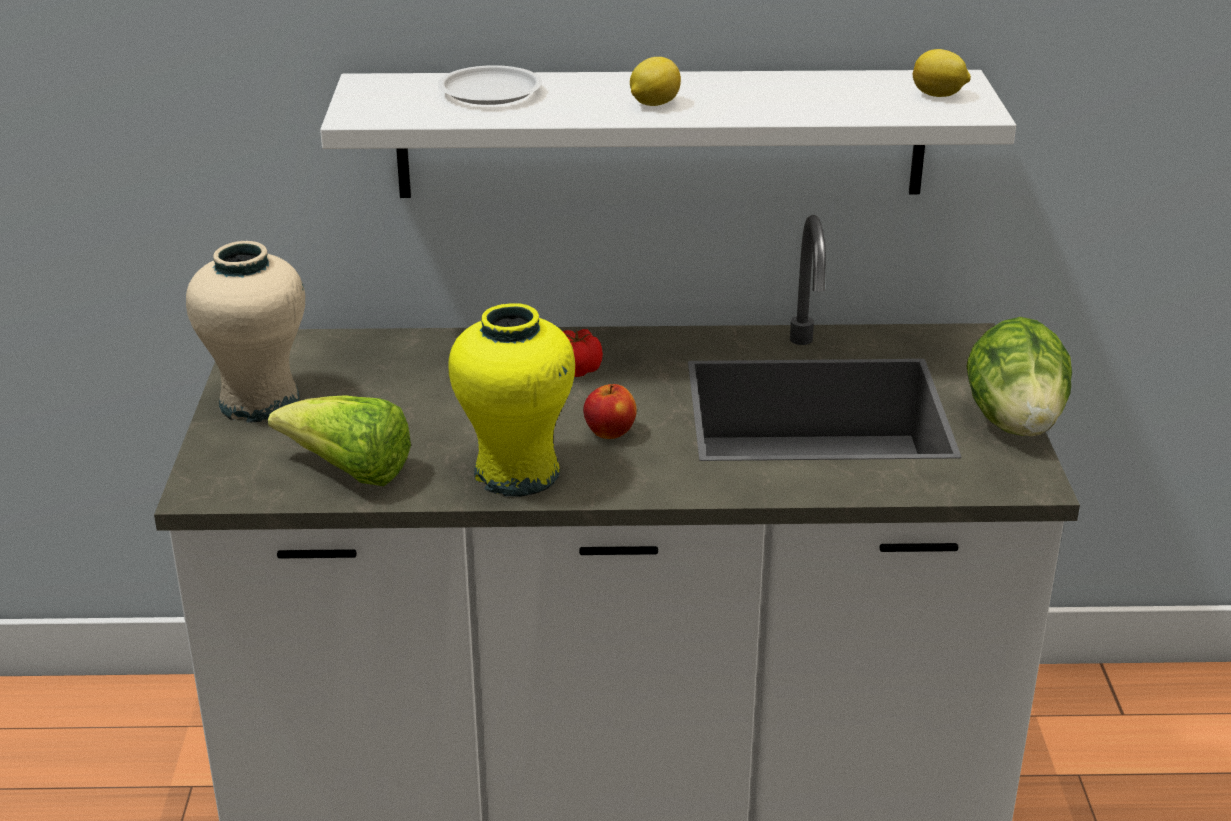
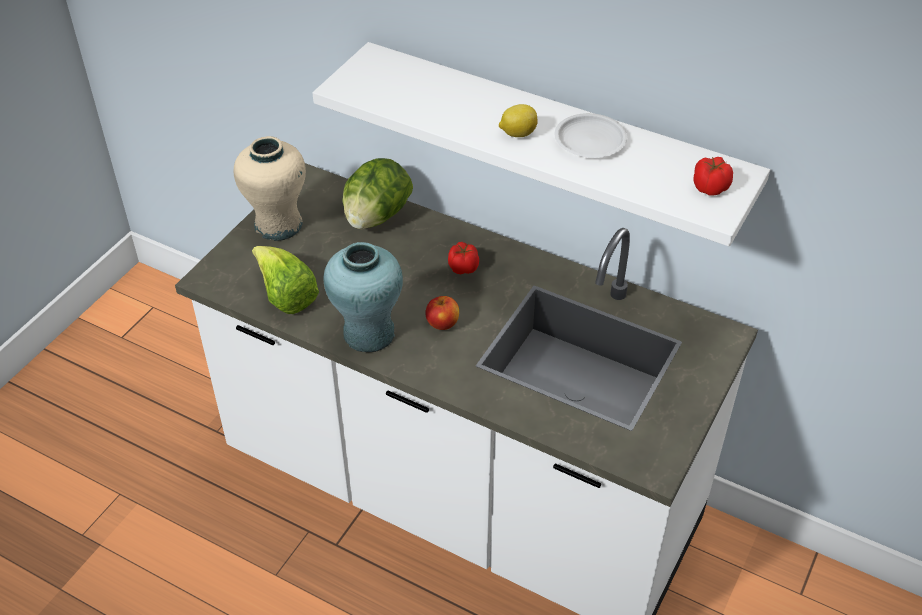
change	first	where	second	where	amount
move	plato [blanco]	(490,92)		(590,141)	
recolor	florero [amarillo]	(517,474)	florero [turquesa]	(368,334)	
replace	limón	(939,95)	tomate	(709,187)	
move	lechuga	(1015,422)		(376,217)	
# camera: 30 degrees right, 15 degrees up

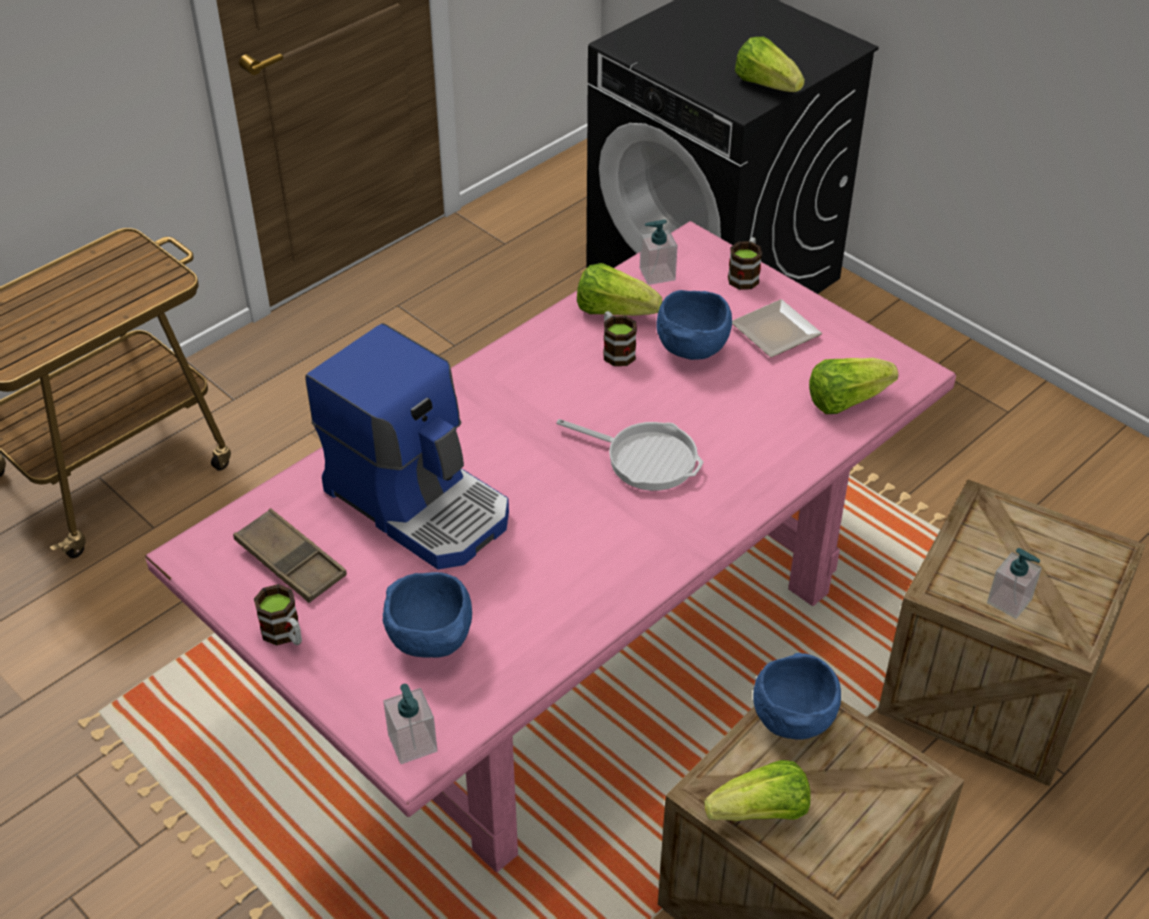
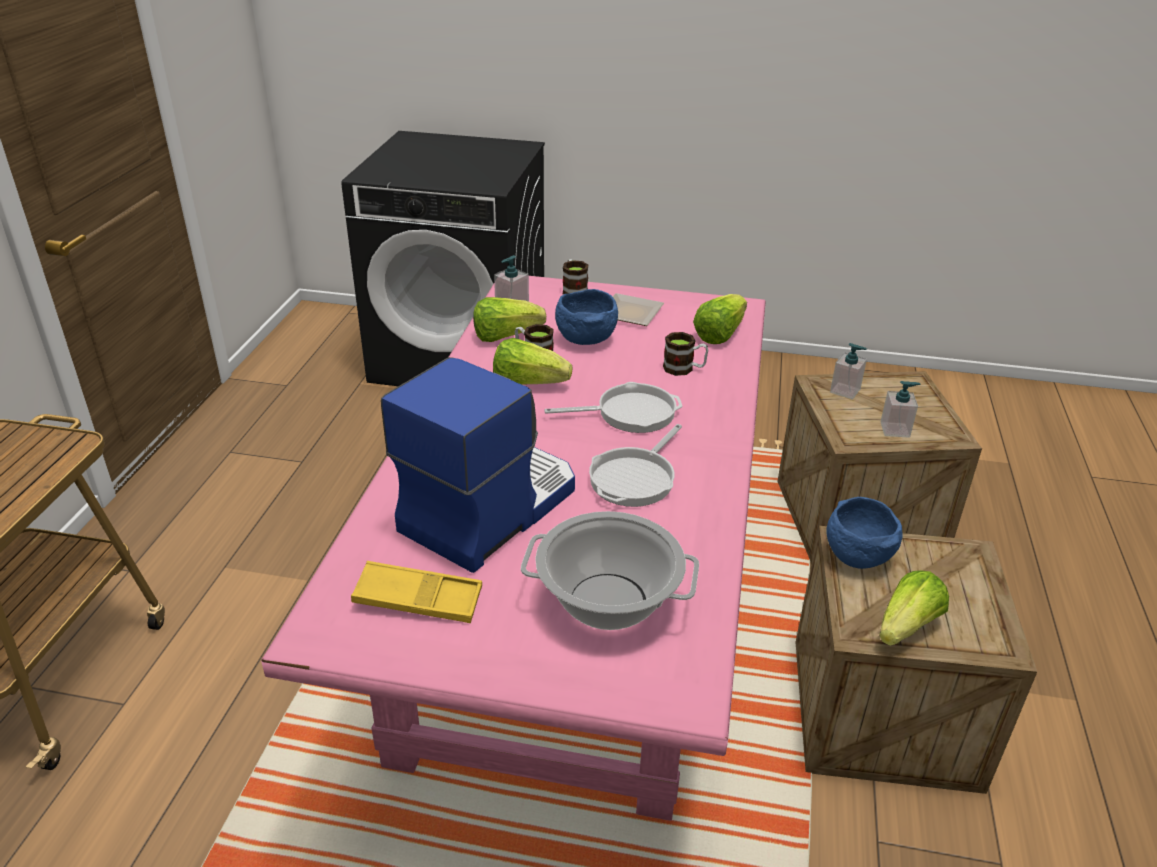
change	first	where	second	where	amount
recolor	bandeja [marrón]	(291,561)	bandeja [amarillo]	(418,599)	
move	taza grande	(285,634)		(684,369)	
rotate	cafetera	(420,502)		(488,508)	60 degrees counterclockwise
replace	cuenco [azul]	(433,641)	olla	(609,601)	
move	dispensador de jabón	(412,743)		(845,391)	
move	lechuga	(766,85)		(528,383)	
insert			sartén	(635,478)	
# camera: 35 degrees left, 10 degrees down

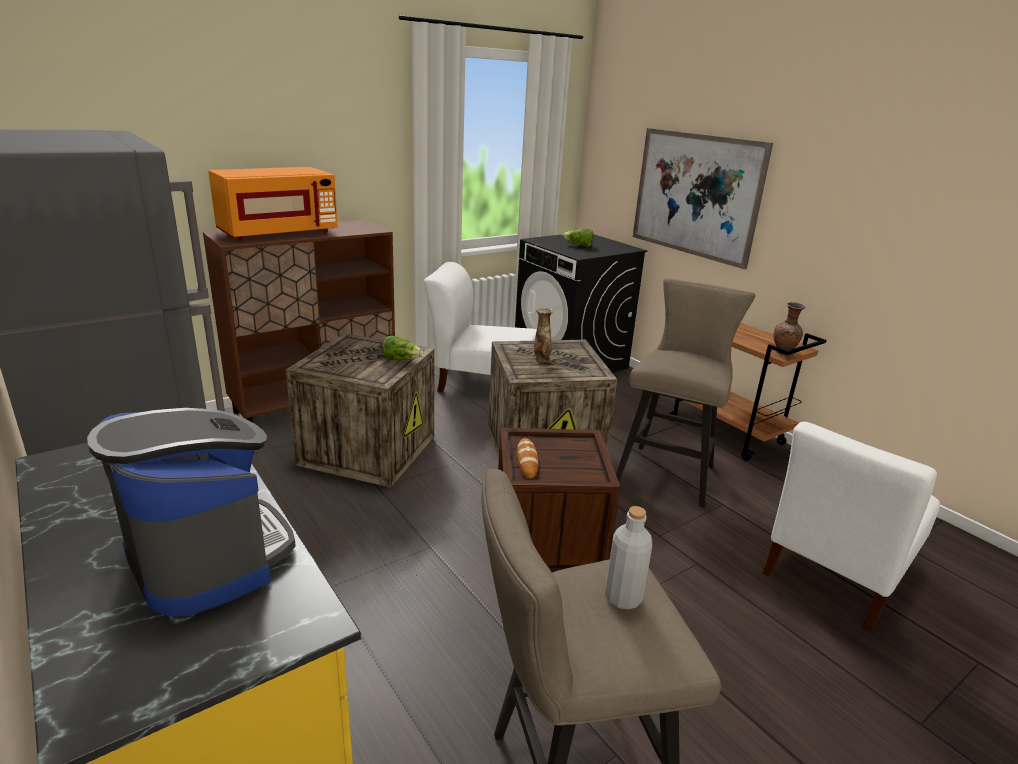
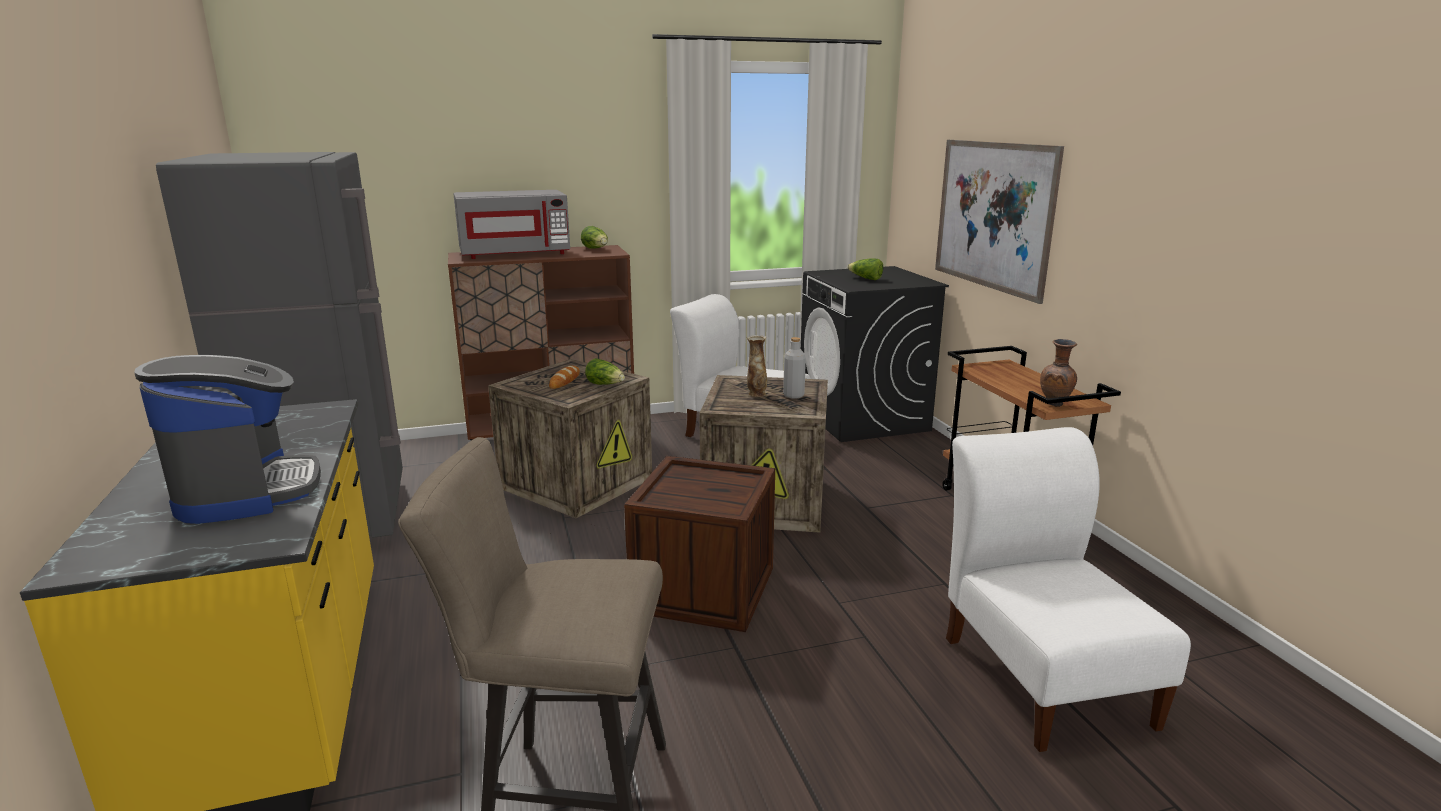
change	first	where	second	where	amount
recolor	microondas [naranja]	(278,233)	microondas [gris]	(515,254)	
move	pan	(527,460)		(565,380)	
move	botella [gris]	(623,598)		(793,395)	
delete	taburete [beis]	(669,471)			
rotate	silla [blanco]	(835,572)		(1041,675)	105 degrees clockwise
insert			lechuga	(596,249)	
# camera: 20 degrees right, 5 degrees down

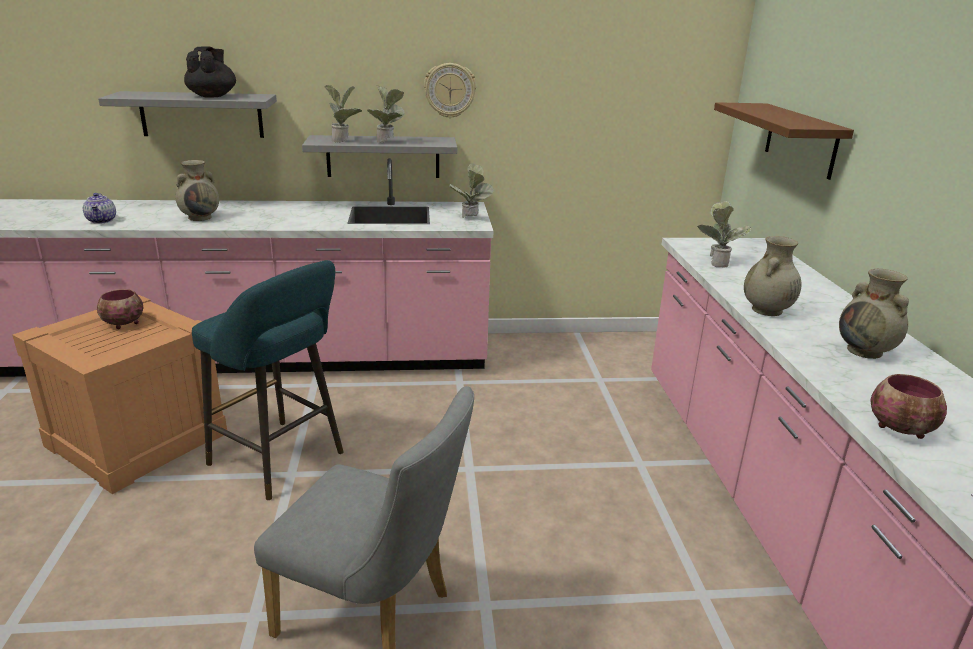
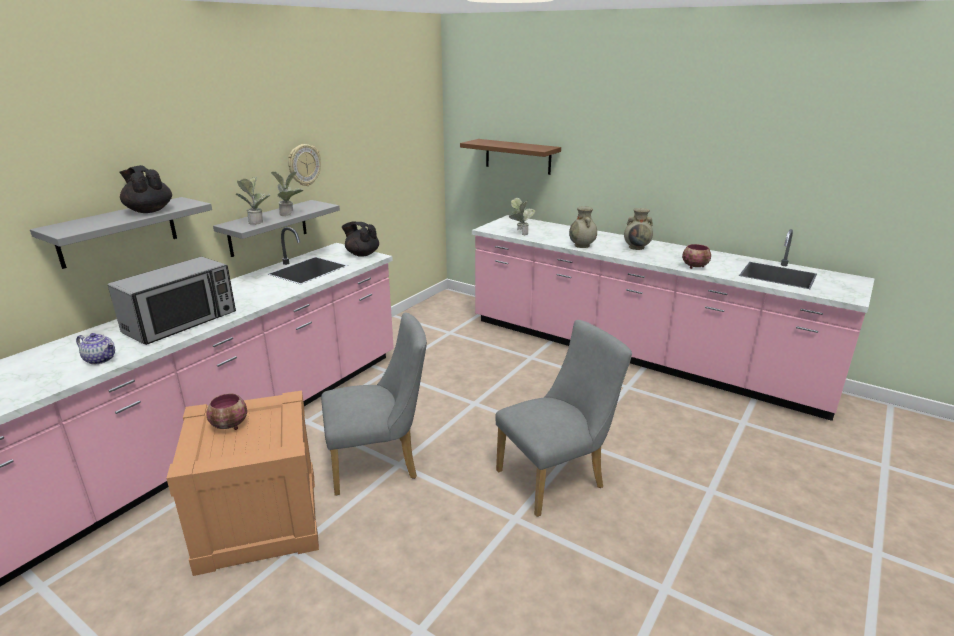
change	first	where	second	where	amount
replace	florero [beis]	(200,217)	microondas	(181,322)	
replace	taburete [turquesa]	(281,461)	silla [gris]	(380,463)	
replace	planta en maceta	(471,219)	tetera [negro]	(362,254)	
# camera: 50 degrees left, 0 degrees up

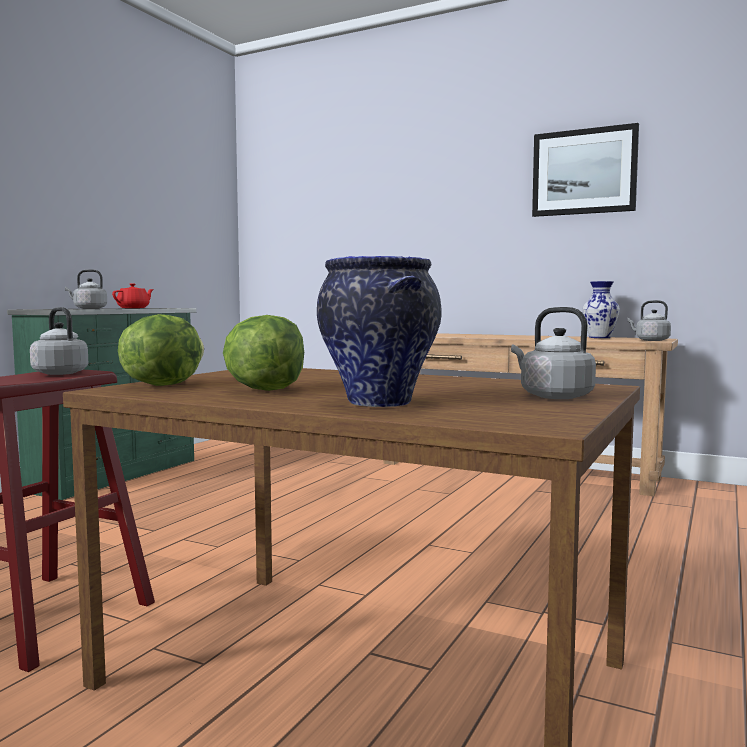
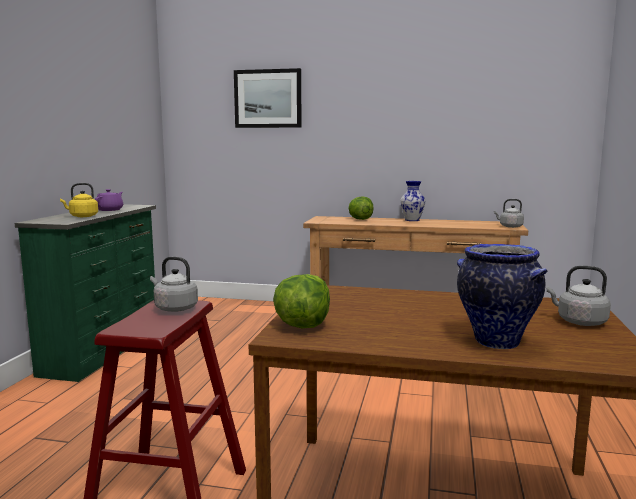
change	first	where	second	where	amount
recolor	hervidor [gris]	(88,308)	hervidor [amarillo]	(82,216)	
recolor	tetera [rojo]	(134,308)	tetera [morado]	(110,210)	
move	lechuga	(265,390)		(360,219)	
move	cuadro	(584,172)		(268,98)	
move	florero	(599,337)		(411,220)	
# camera: 15 degrees left, 5 degrees up

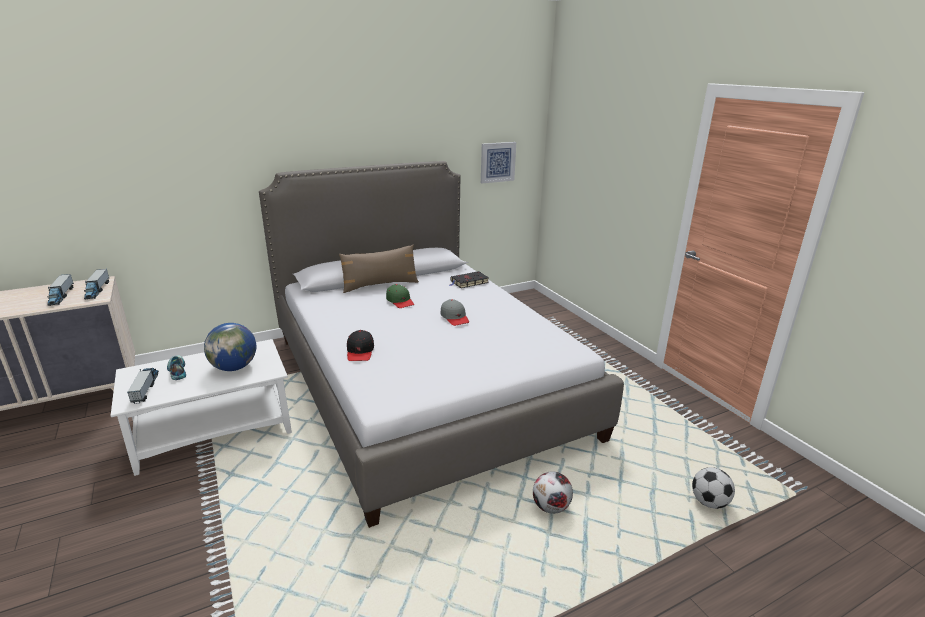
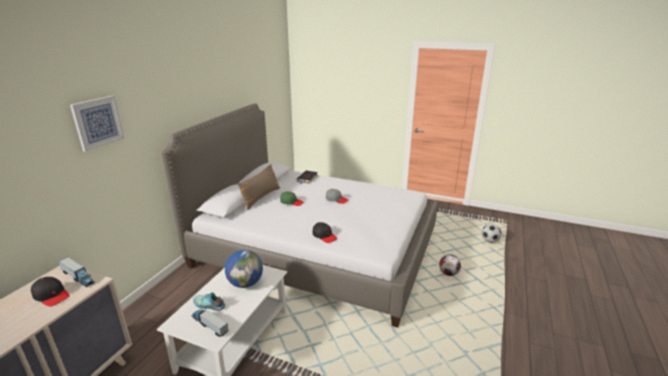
change	first	where	second	where	amount
replace	camión de juguete	(61,296)	gorra [negro]	(51,295)	
move	cuadro	(497,162)		(97,122)	
# camera: 40 degrees left, 0 degrees up

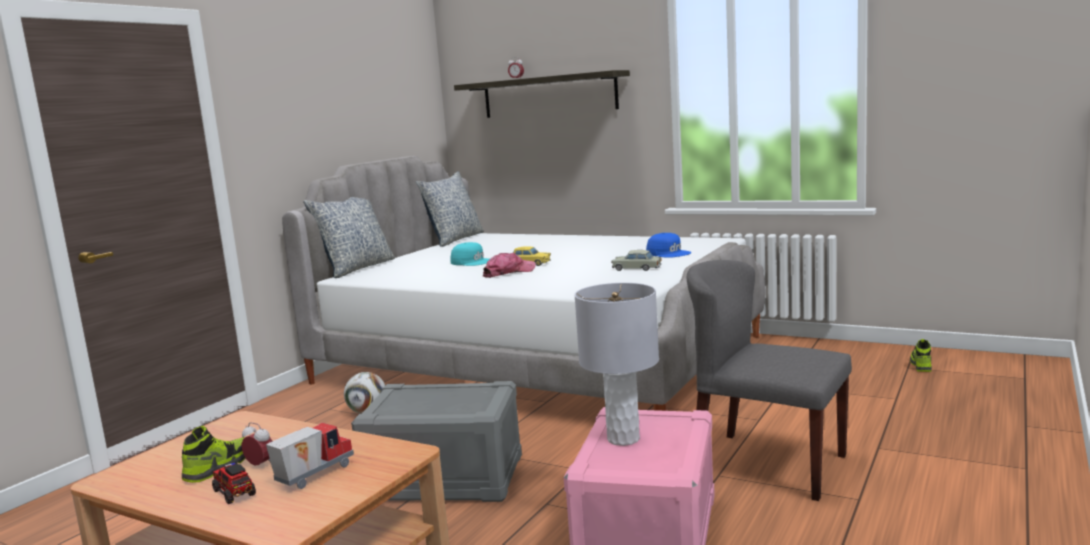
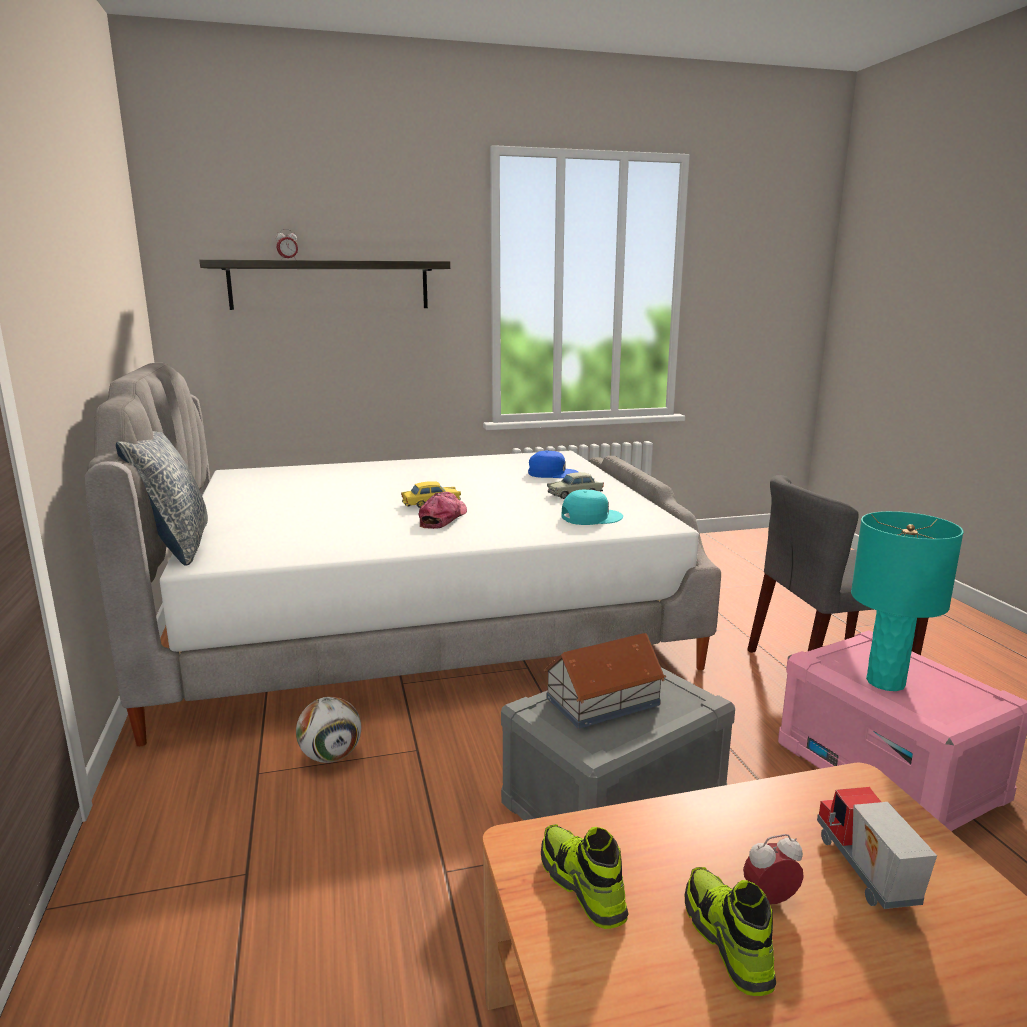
change	first	where	second	where	amount
delete	camión de juguete	(234,492)			
delete	cojín	(454,240)			
move	gorra [turquesa]	(472,262)		(591,517)	
recolor	lámpara de mesa [gris]	(623,438)	lámpara de mesa [turquesa]	(885,682)	
move	zapato	(920,365)		(582,885)	
insert			casita	(601,701)	
# camera: 45 degrees left, 5 degrees up

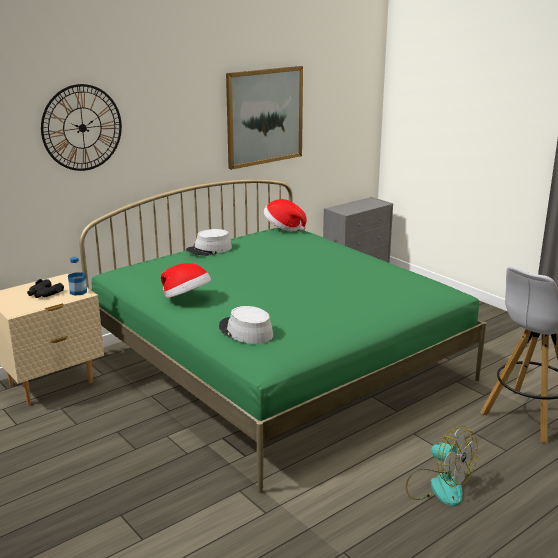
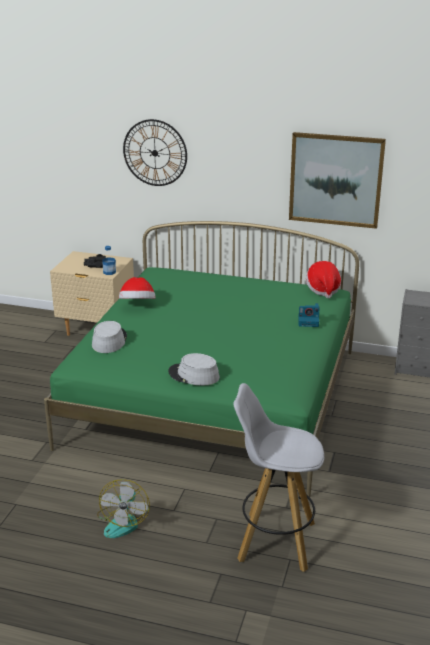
change	first	where	second	where	amount
move	sombrero [gris]	(209,249)		(193,375)	
insert			cámara	(309,321)	
# camera: 55 degrees right, 5 degrees up

